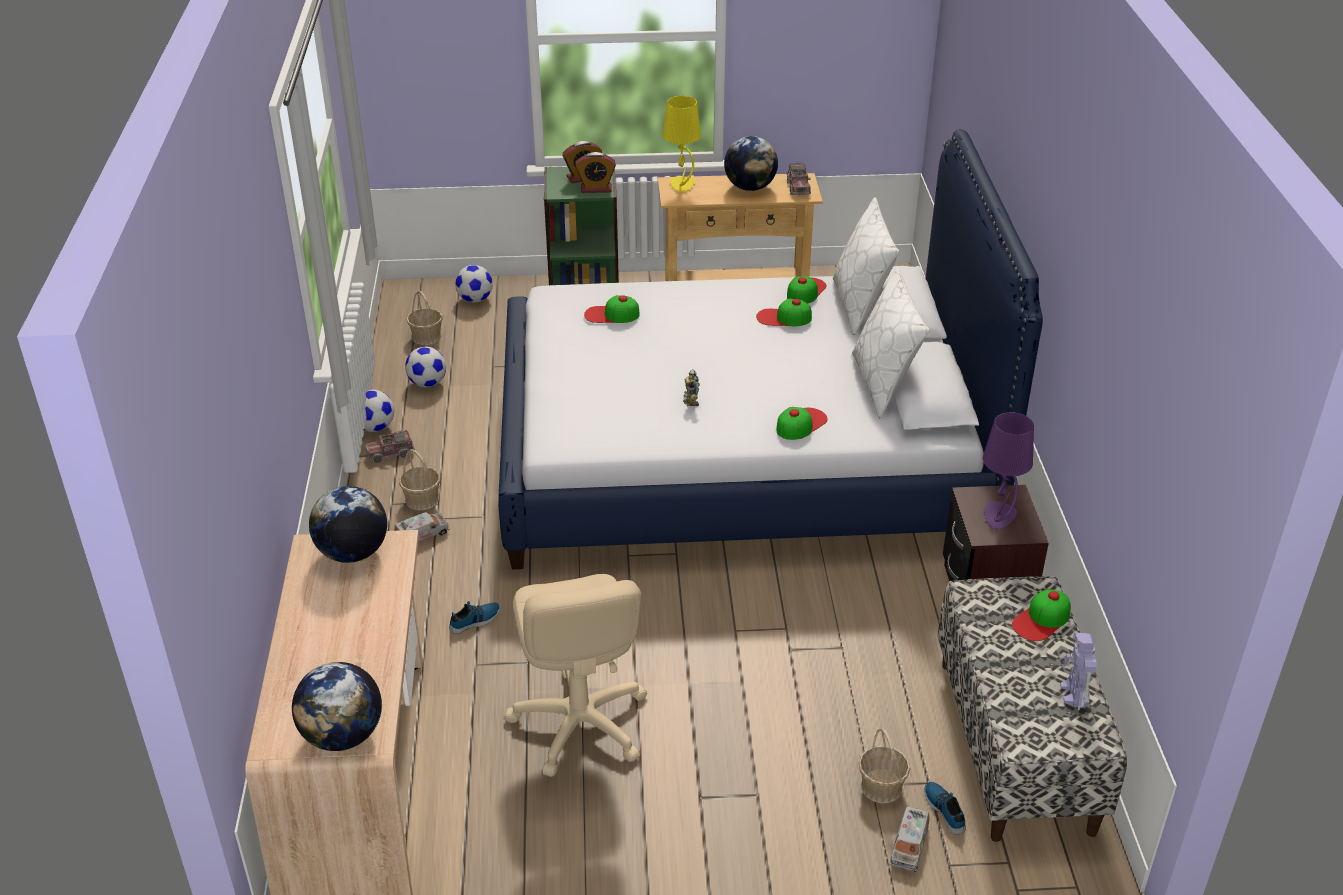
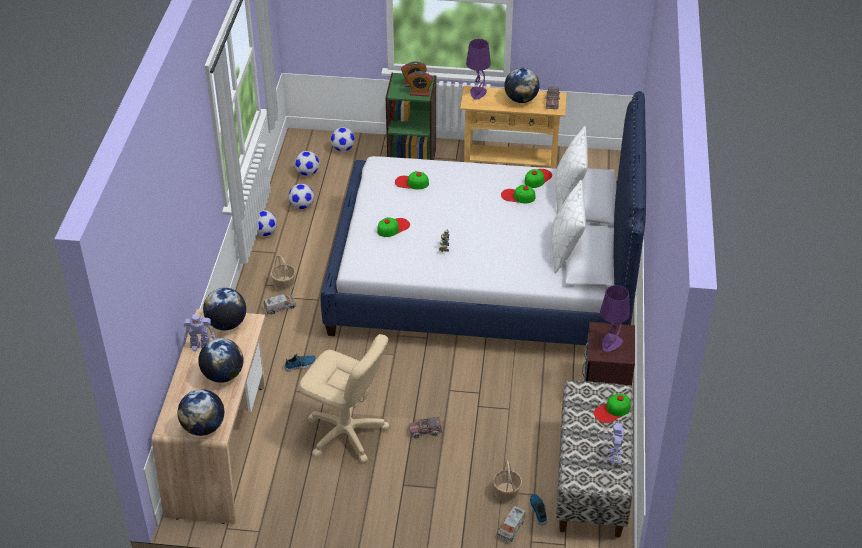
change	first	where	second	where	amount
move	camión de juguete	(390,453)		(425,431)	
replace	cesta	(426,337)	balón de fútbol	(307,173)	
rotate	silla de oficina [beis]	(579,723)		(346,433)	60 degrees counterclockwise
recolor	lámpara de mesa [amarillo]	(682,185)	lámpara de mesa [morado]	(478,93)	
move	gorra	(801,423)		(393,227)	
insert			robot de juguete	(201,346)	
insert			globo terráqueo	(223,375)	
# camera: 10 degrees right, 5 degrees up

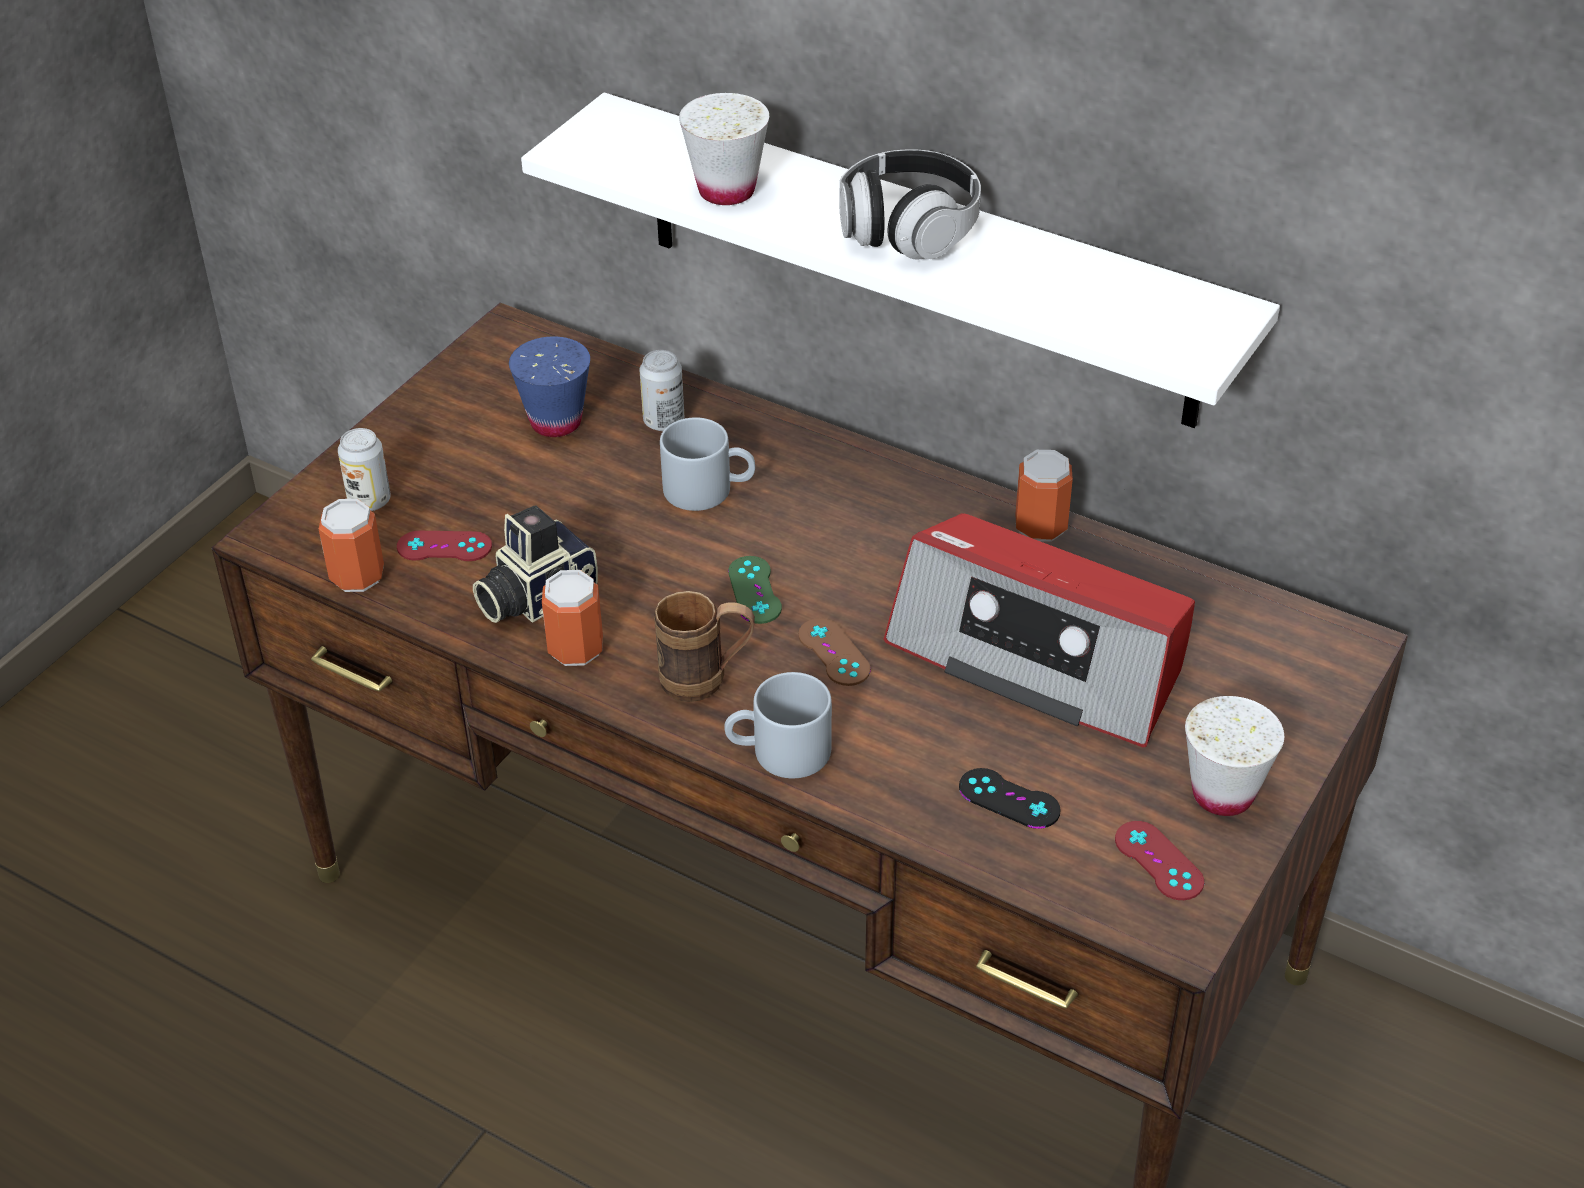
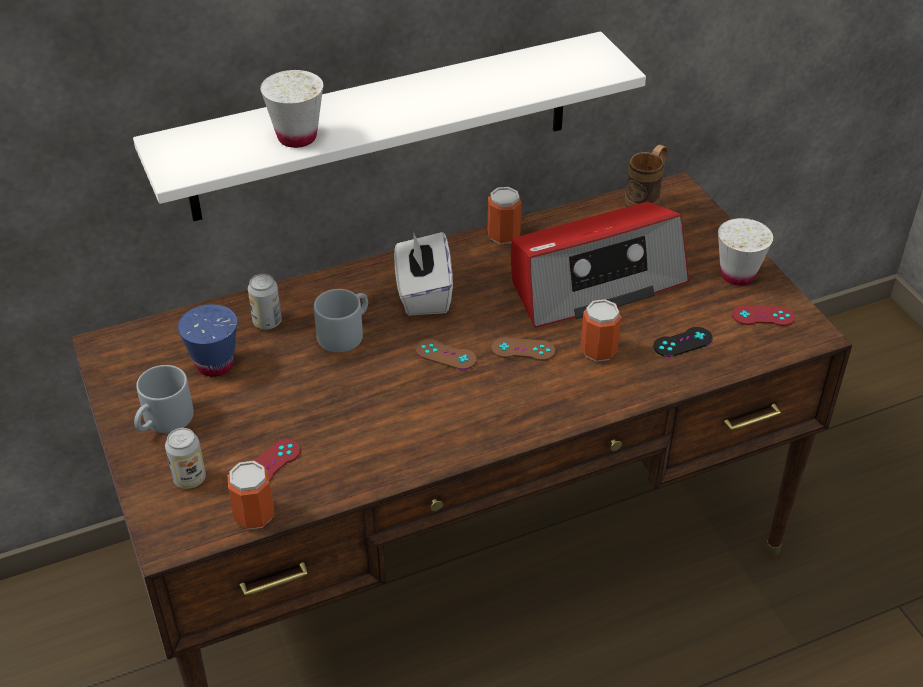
change	first	where	second	where	amount
delete	cámara	(534,596)			
move	lata	(576,649)		(598,350)	
move	taza grande [marrón]	(707,681)		(646,200)	
move	taza grande [gris]	(779,753)		(164,421)	
recolor	mando de consola [verde]	(754,590)	mando de consola [marrón]	(446,355)	
delete	auriculares	(908,229)			
insert			caja de pañuelos [blanco]	(423,293)	
# camera: 55 degrees left, 0 degrees up

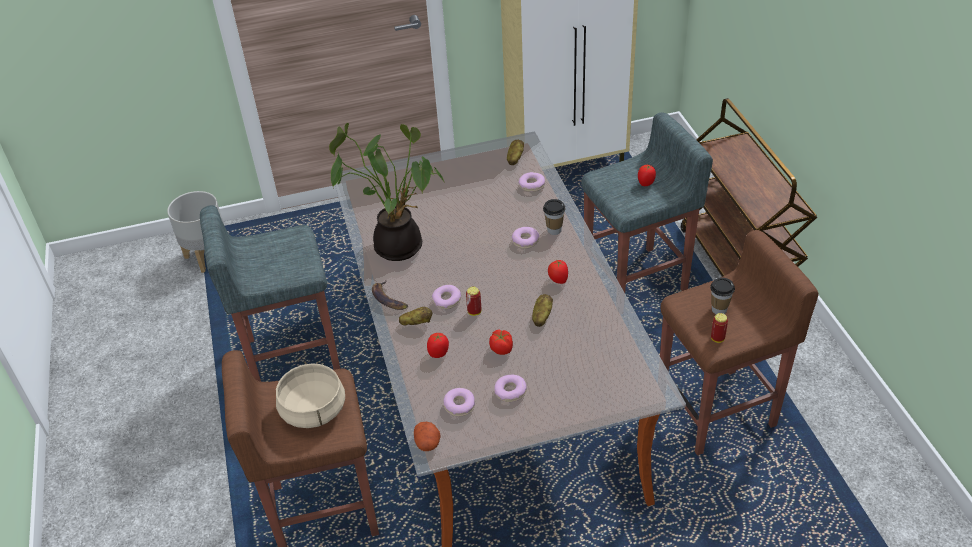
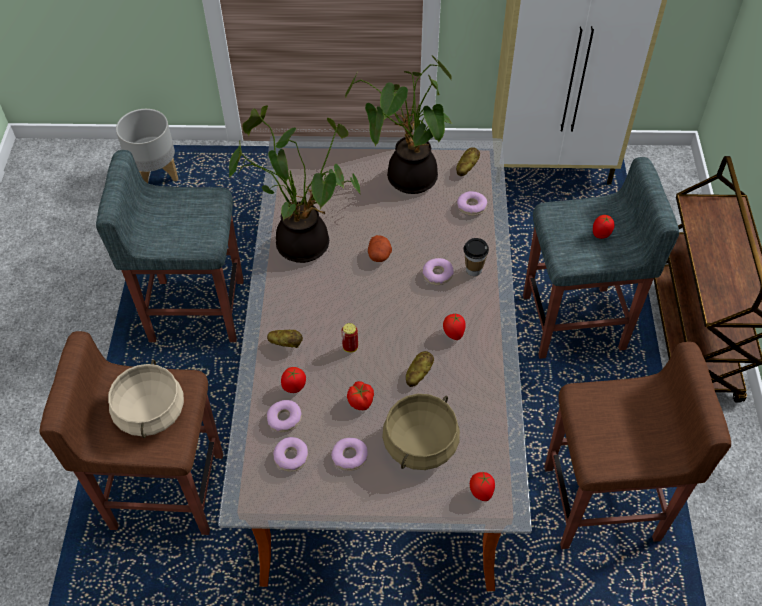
change	first	where	second	where	amount
delete	plátano	(388,299)			
move	patata	(428,443)		(379,255)	
move	rosquilla	(446,300)		(284,419)	
delete	taza	(719,310)			
delete	lata	(717,338)			
insert			planta en maceta	(407,178)	
insert			olla [beis]	(421,444)	
insert			tomate	(481,492)	
# camera: 15 degrees right, 10 degrees up

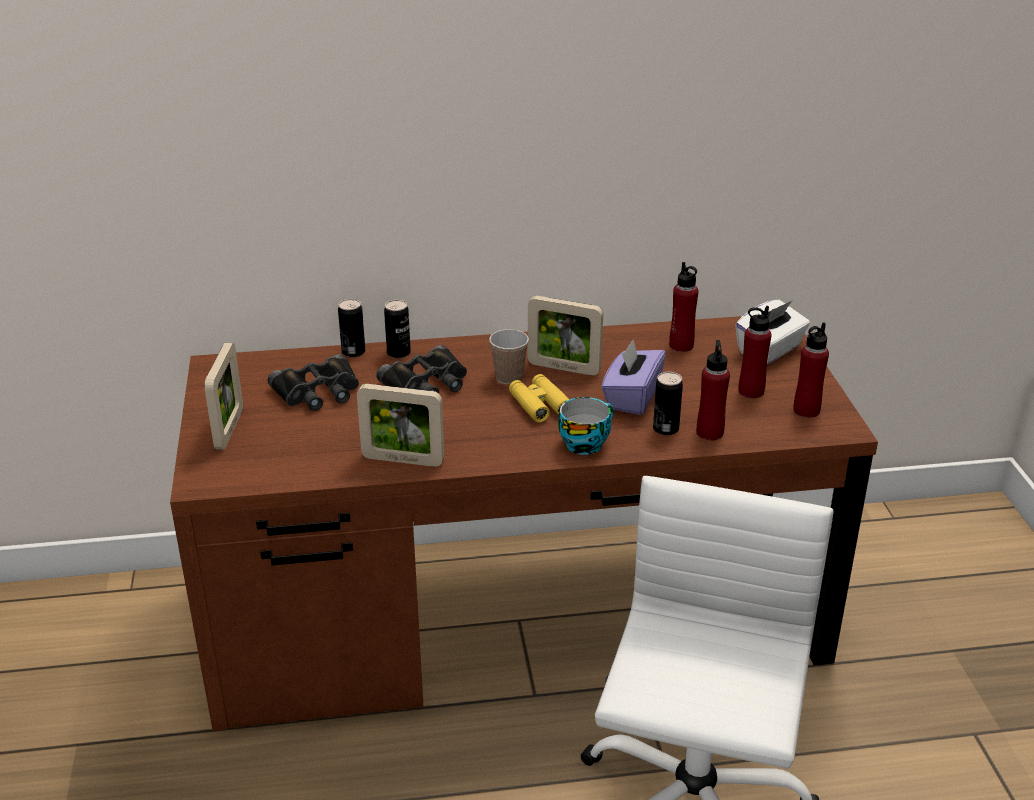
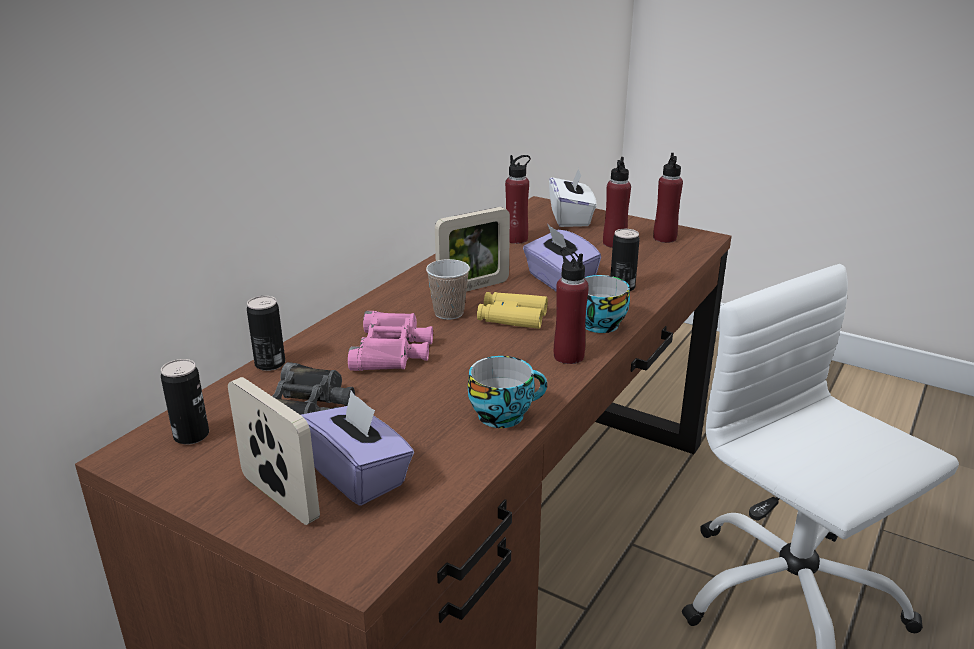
change	first	where	second	where	amount
replace	portarretratos	(403,460)	taza	(504,414)	
recolor	prismáticos [negro]	(427,383)	prismáticos [rosa]	(392,350)	
move	lata	(398,353)		(191,435)	
move	botella [rojo]	(710,432)		(568,356)	
insert			caja de pañuelos [morado]	(358,475)	
# camera: 50 degrees left, 5 degrees down

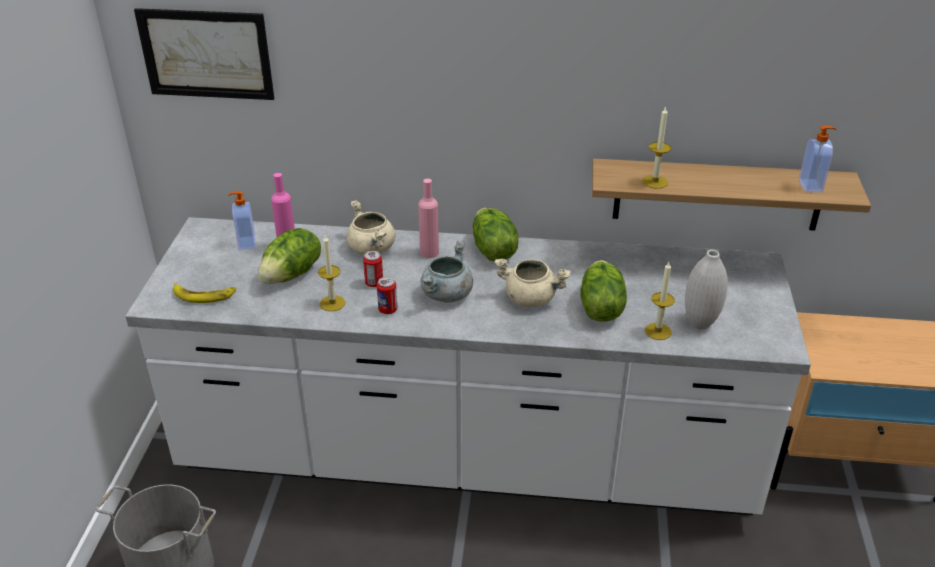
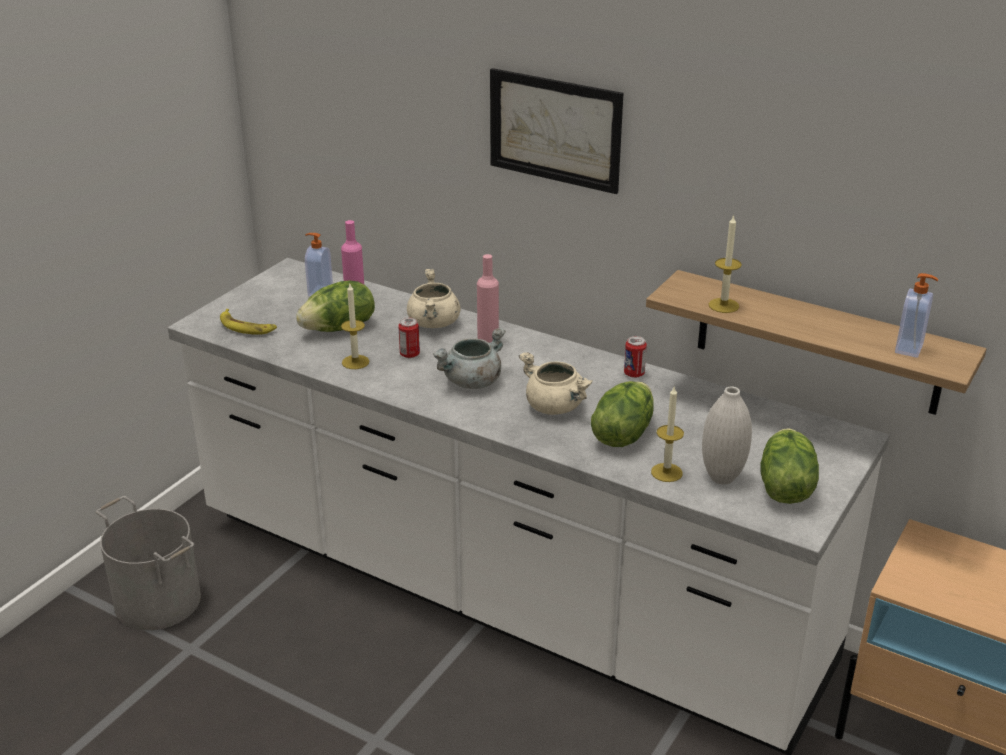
change	first	where	second	where	amount
move	cuadro	(206,54)		(554,130)	
move	lata	(388,310)		(634,374)	
move	lechuga	(492,250)		(784,487)	
# camera: 25 degrees right, 5 degrees down

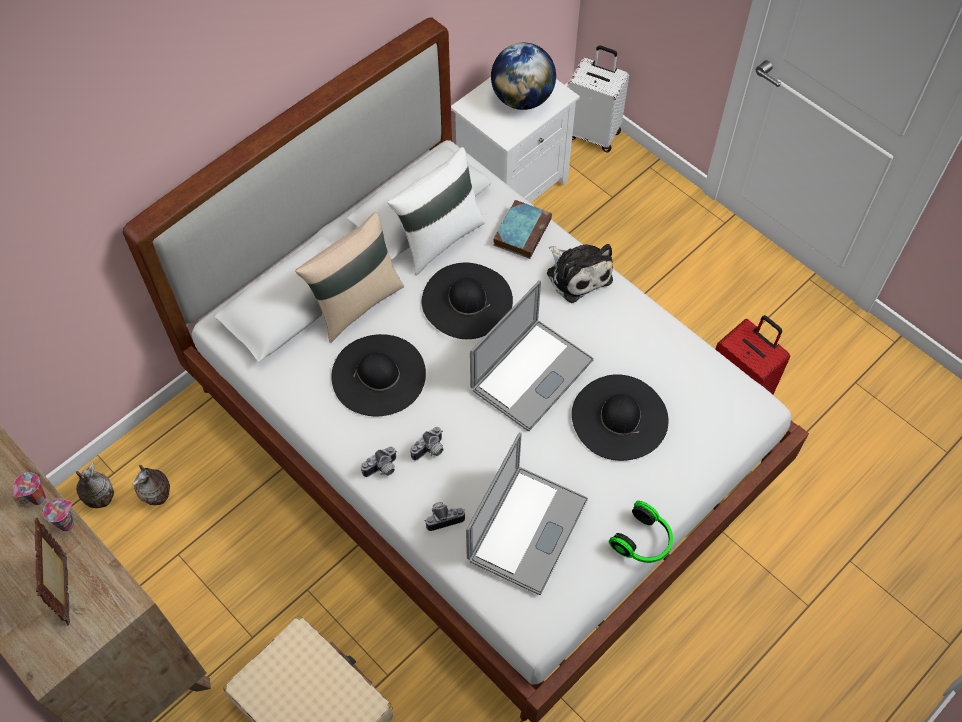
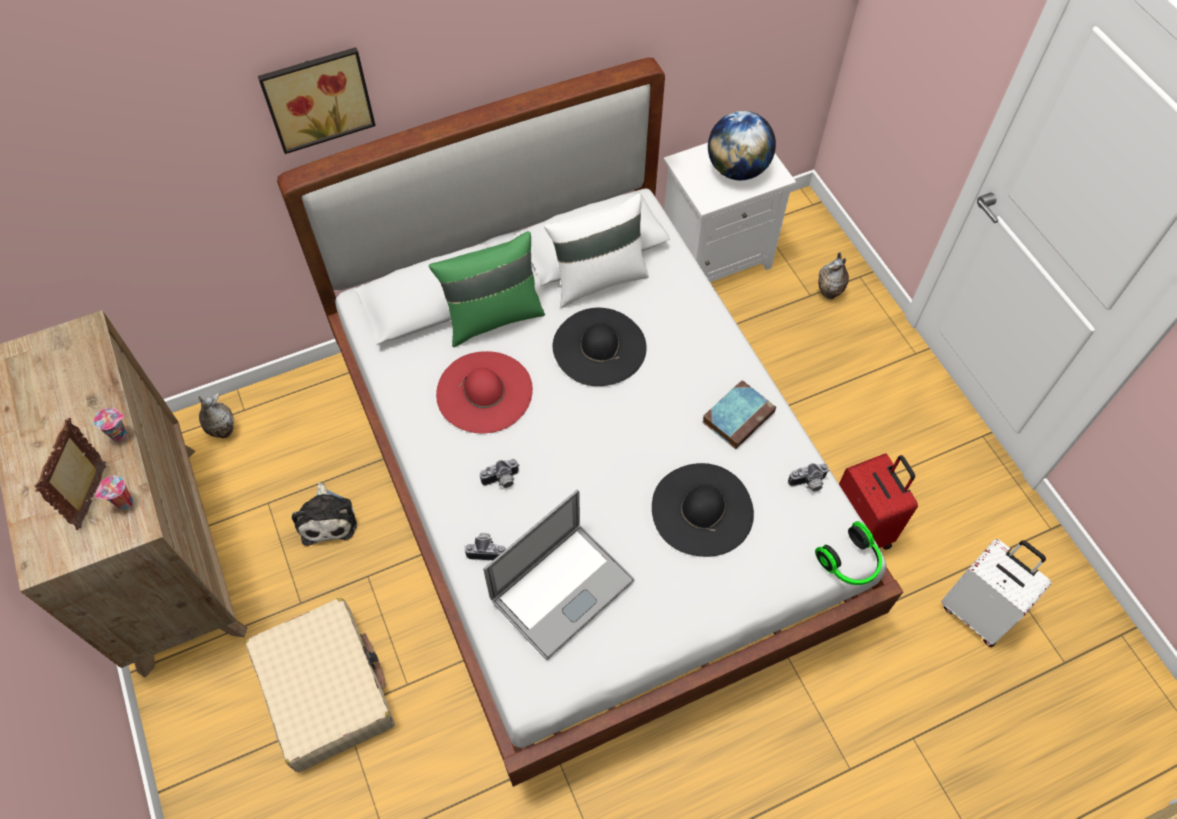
change	first	where	second	where	amount
move	taza	(37,499)		(124,504)	
move	florero	(159,497)		(829,293)	
recolor	cojín [beis]	(356,303)	cojín [verde]	(493,317)	
recolor	sombrero [negro]	(379,375)	sombrero [rojo]	(484,392)	
move	cámara	(382,469)		(808,484)	
delete	portátil	(532,374)			
move	libro	(522,231)		(738,416)	
move	peluche	(577,274)		(327,518)	
move	maleta [blanco]	(593,133)		(977,612)	
move	auriculares	(643,541)		(850,563)	
insert			cuadro	(317,97)	
# camera: 20 degrees right, 0 degrees up

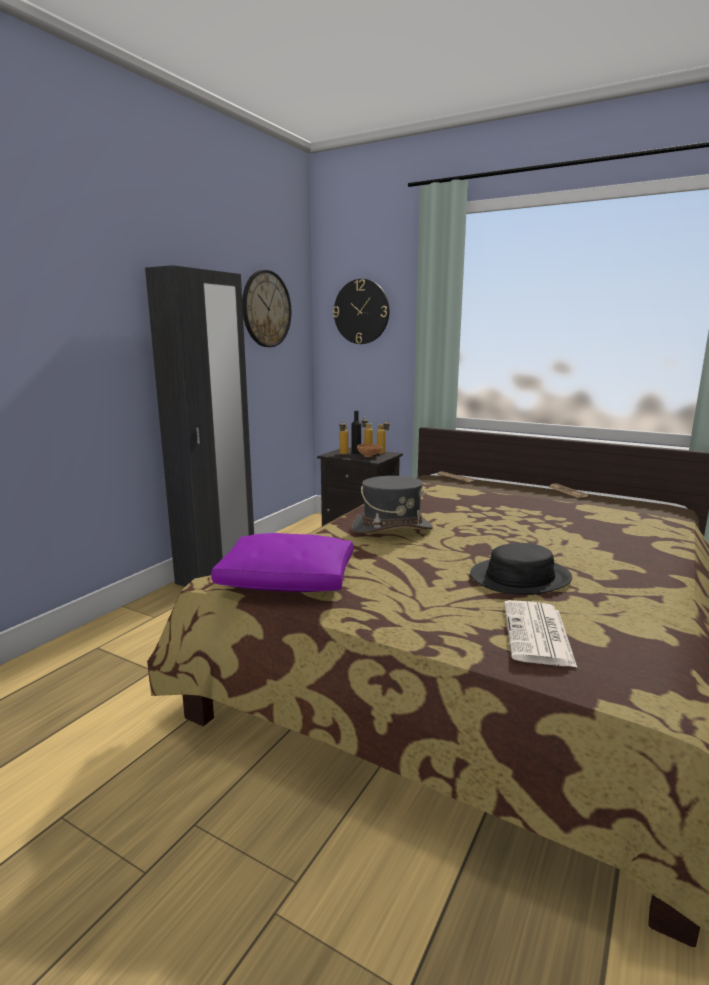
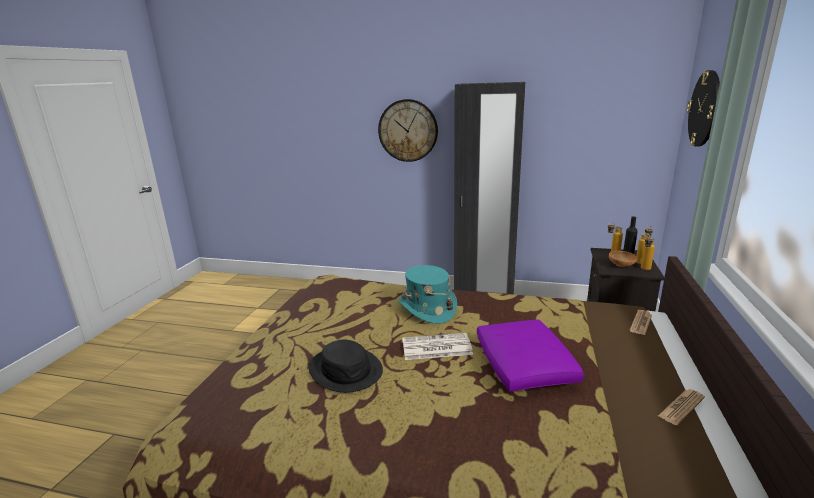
change	first	where	second	where	amount
move	cojín [morado]	(288,580)		(525,366)	
move	reloj de pared	(266,309)		(408,130)	
recolor	sombrero [gris]	(391,528)	sombrero [turquesa]	(427,309)	
move	periódico	(538,634)		(435,347)	
# camera: 75 degrees right, 5 degrees up

